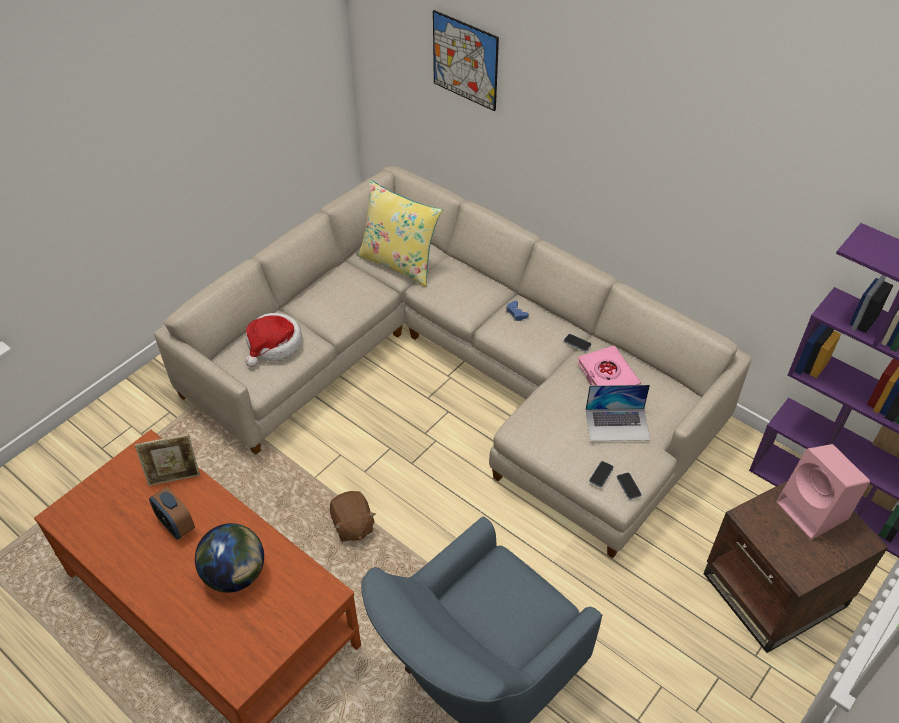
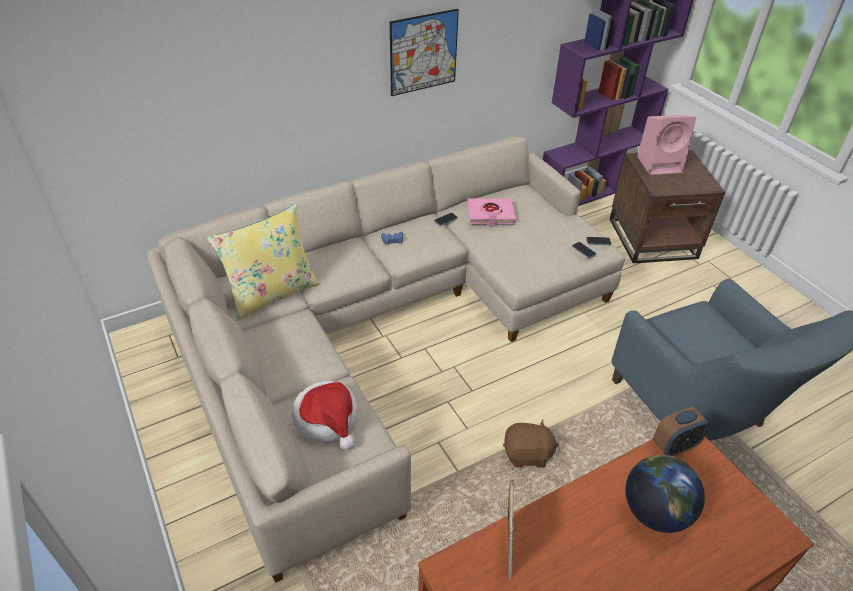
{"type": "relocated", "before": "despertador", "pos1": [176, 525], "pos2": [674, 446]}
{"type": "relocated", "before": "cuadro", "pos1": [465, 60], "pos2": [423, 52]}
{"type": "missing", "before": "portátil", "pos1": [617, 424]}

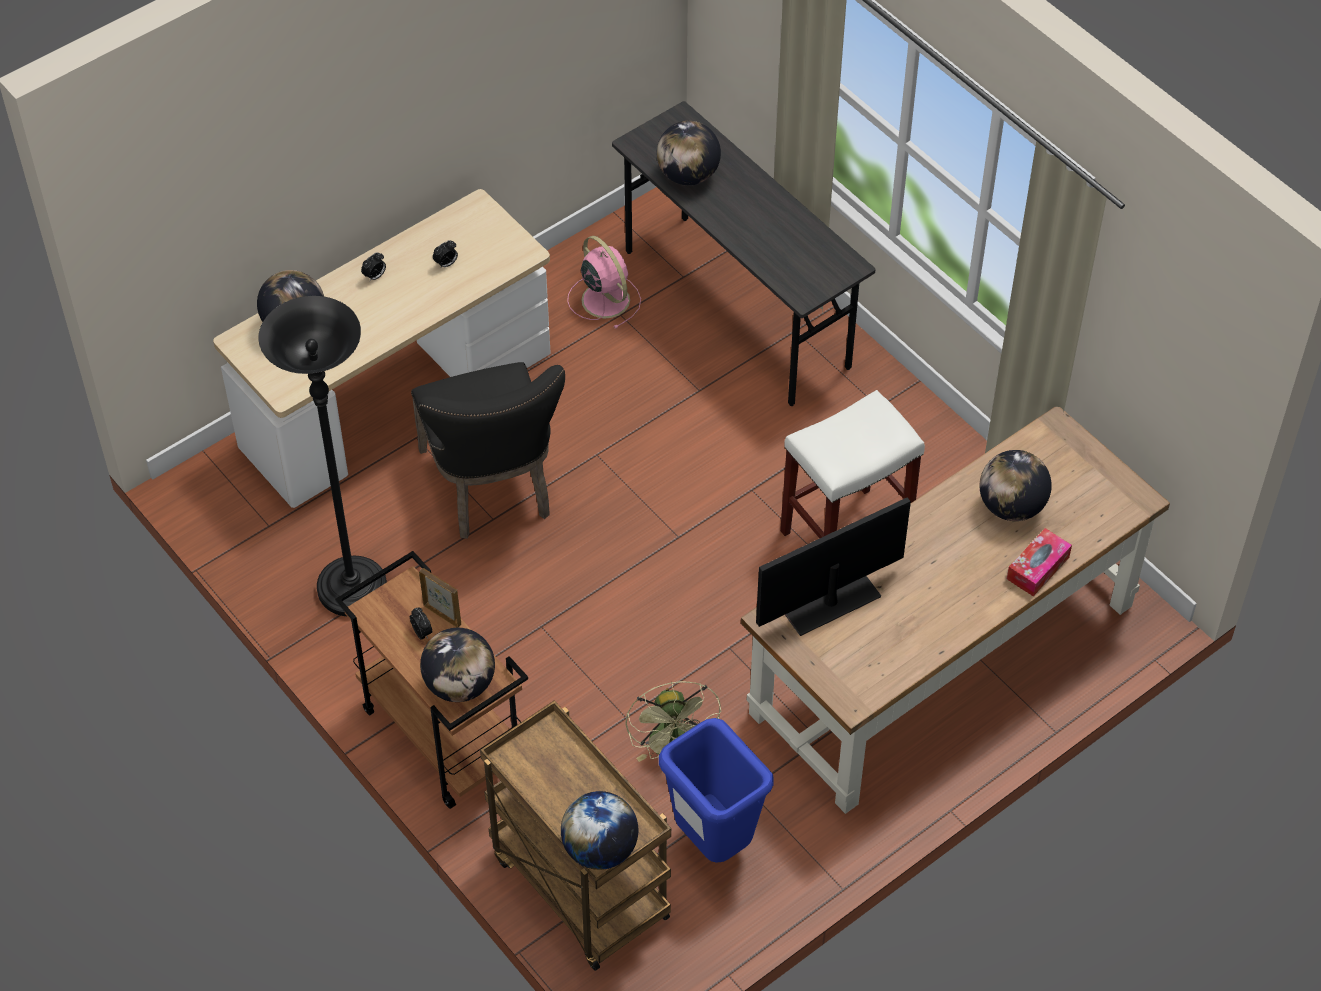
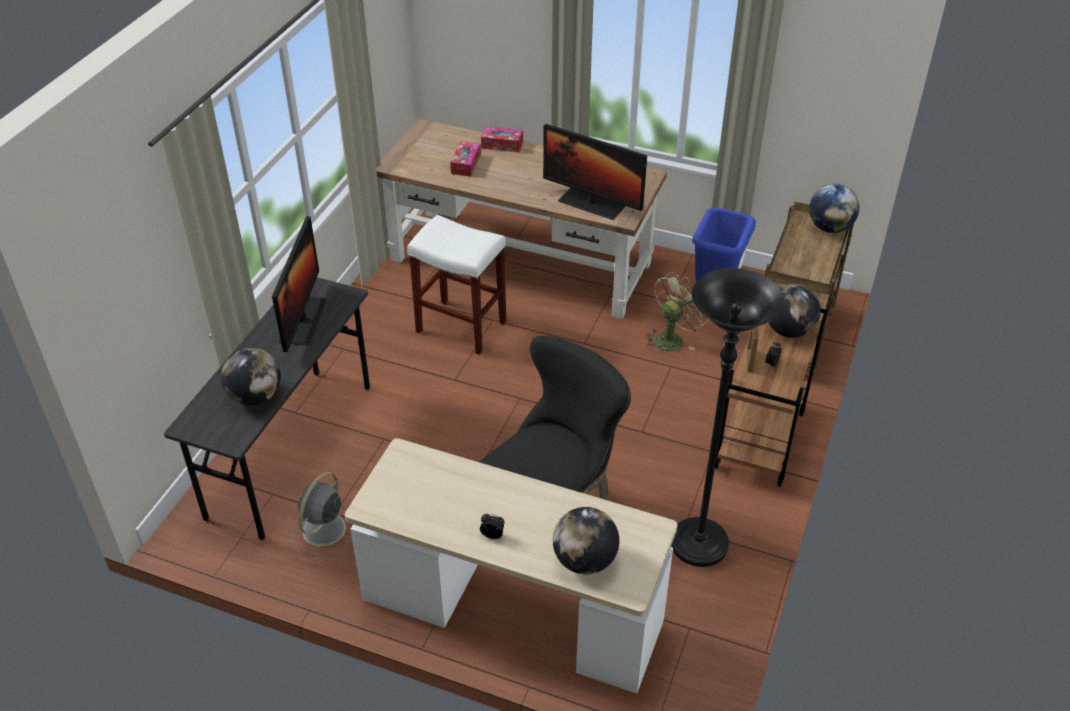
{"type": "missing", "before": "despertador", "pos1": [446, 264]}
{"type": "colour", "before": "ventilador/rosa", "after": "ventilador/gris", "pos1": [604, 298], "pos2": [323, 531]}
{"type": "exchanged", "before": "globo terráqueo", "after": "caja de pañuelos", "pos1": [1011, 506], "pos2": [466, 164]}
{"type": "appeared", "after": "monitor", "pos2": [303, 320]}

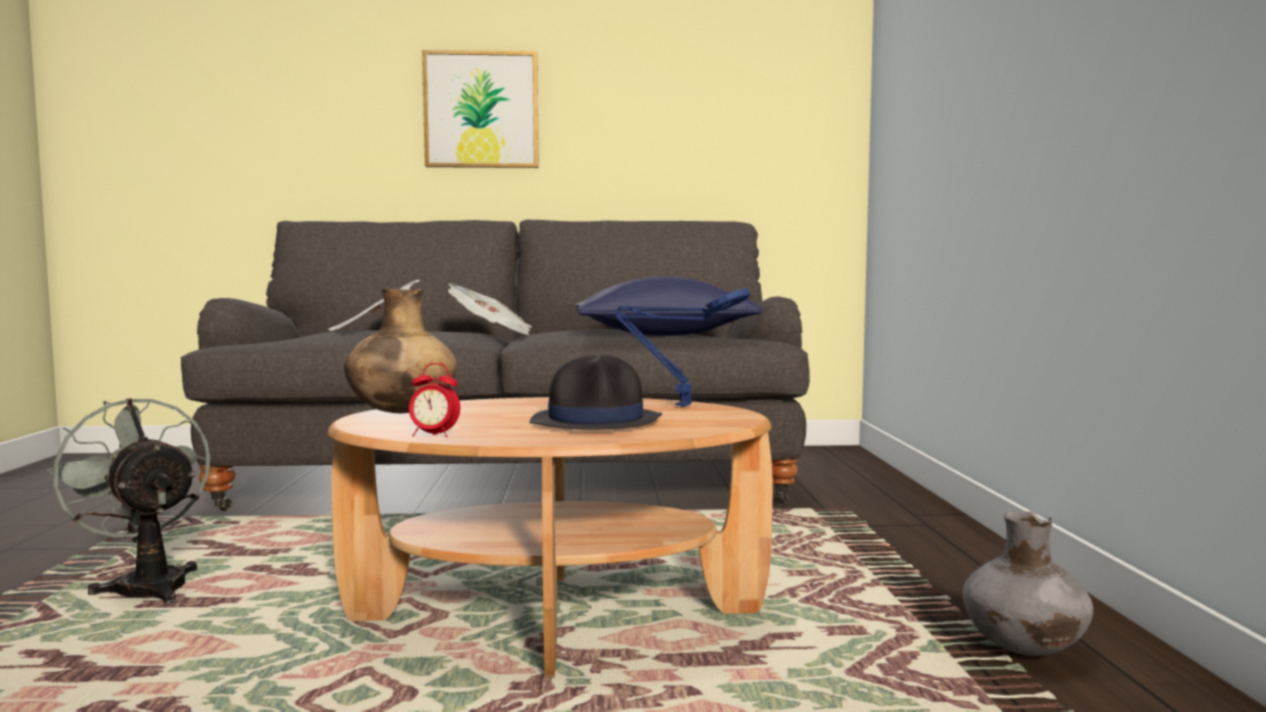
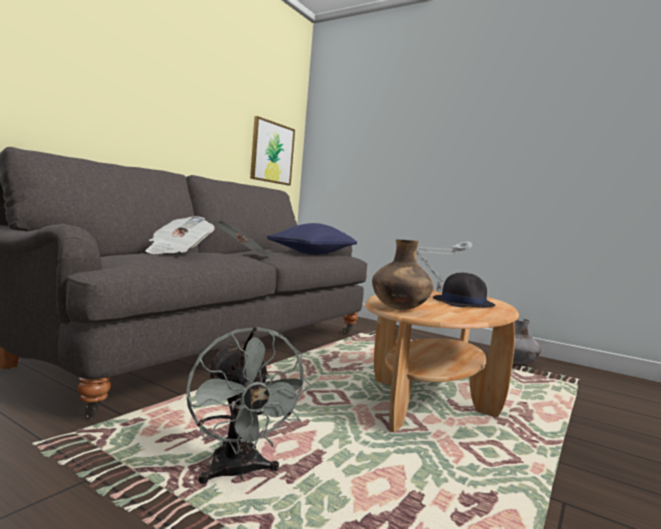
{"type": "spun", "before": "ventilador/gris", "pos1": [147, 585], "pos2": [238, 473], "turn": -105}
{"type": "missing", "before": "despertador", "pos1": [434, 435]}
{"type": "relocated", "before": "cuadro", "pos1": [481, 110], "pos2": [272, 152]}
{"type": "colour", "before": "lámpara de mesa/azul", "after": "lámpara de mesa/gris", "pos1": [678, 406], "pos2": [438, 292]}

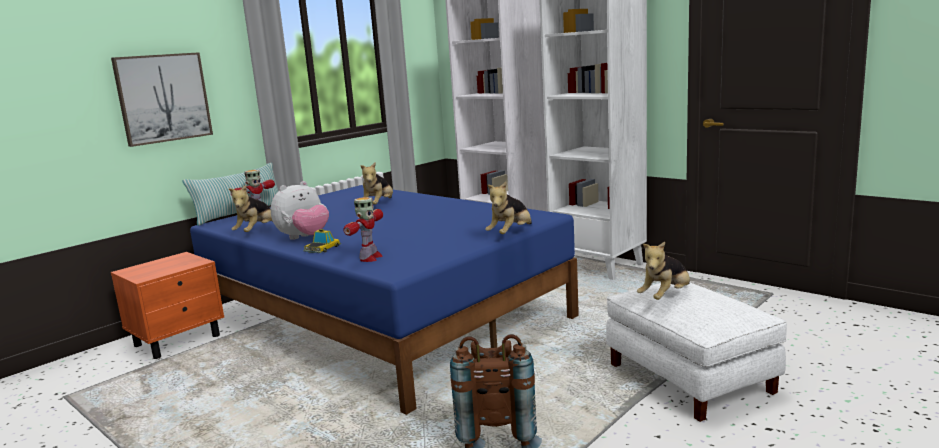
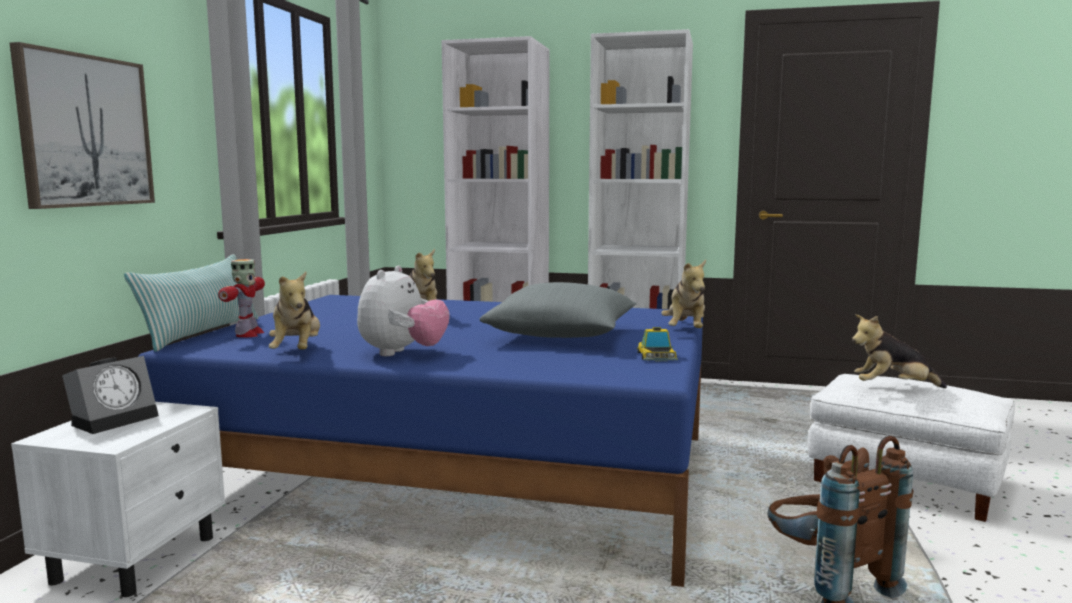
{"type": "colour", "before": "mesita de noche/naranja", "after": "mesita de noche/blanco", "pos1": [178, 340], "pos2": [137, 557]}
{"type": "relocated", "before": "coche de juguete", "pos1": [322, 248], "pos2": [656, 356]}
{"type": "missing", "before": "robot de juguete", "pos1": [370, 258]}
{"type": "spun", "before": "peluche", "pos1": [665, 297], "pos2": [893, 388], "turn": 75}
{"type": "appeared", "after": "despertador", "pos2": [116, 419]}
{"type": "appeared", "after": "cojín/gris", "pos2": [562, 335]}

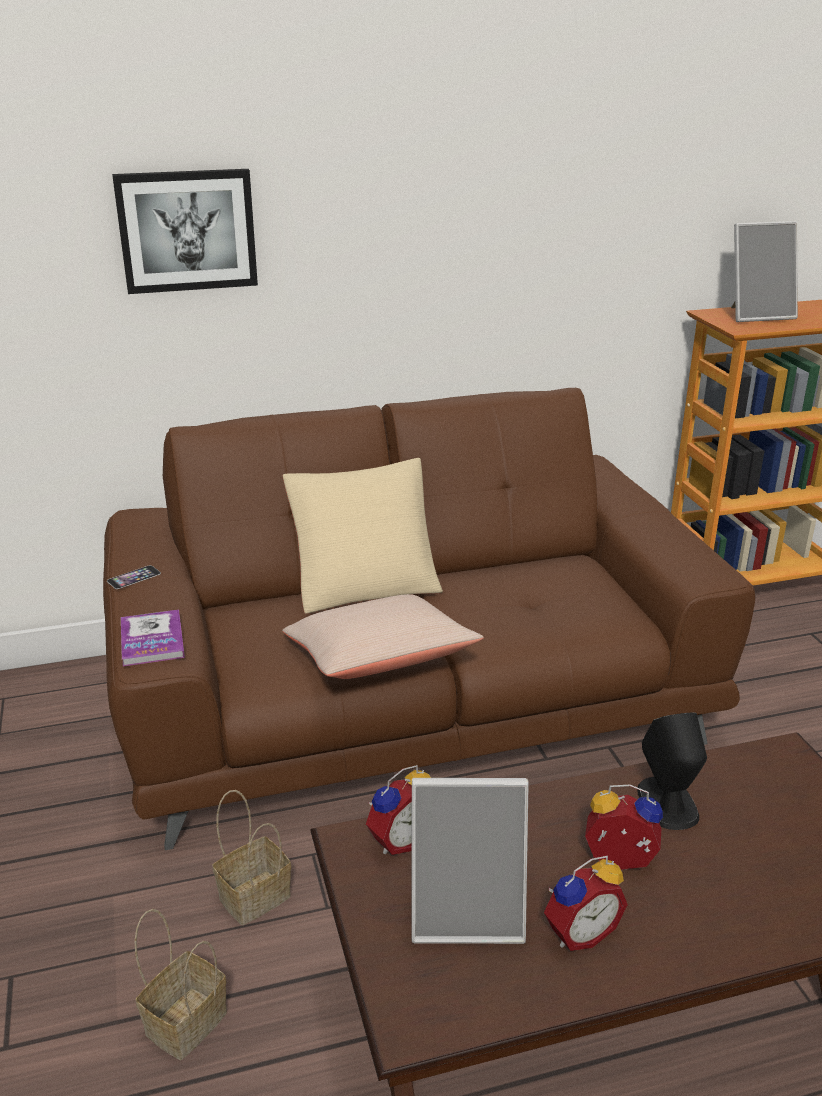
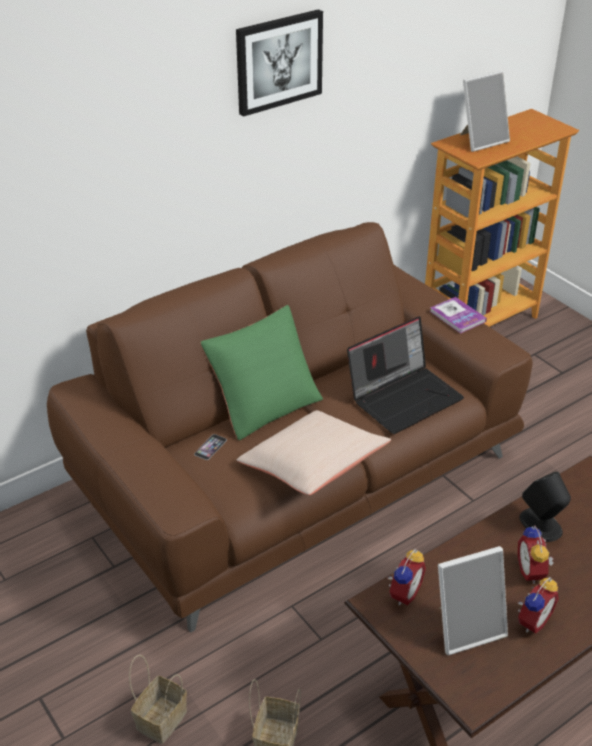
{"type": "relocated", "before": "móvil", "pos1": [134, 577], "pos2": [210, 447]}
{"type": "relocated", "before": "cuadro", "pos1": [187, 230], "pos2": [278, 61]}
{"type": "relocated", "before": "libro", "pos1": [152, 640], "pos2": [457, 316]}
{"type": "relocated", "before": "cesta", "pos1": [256, 895], "pos2": [161, 718]}
{"type": "colour", "before": "cojín/beis", "after": "cojín/verde", "pos1": [364, 583], "pos2": [264, 404]}
{"type": "spun", "before": "despertador", "pos1": [619, 863], "pos2": [532, 571], "turn": -90}
{"type": "appeared", "after": "portátil", "pos2": [404, 396]}

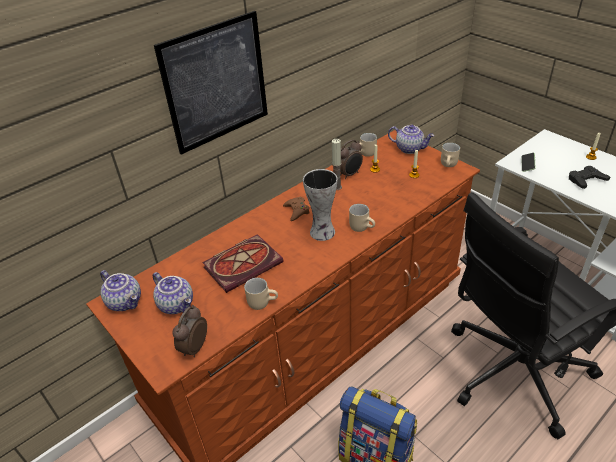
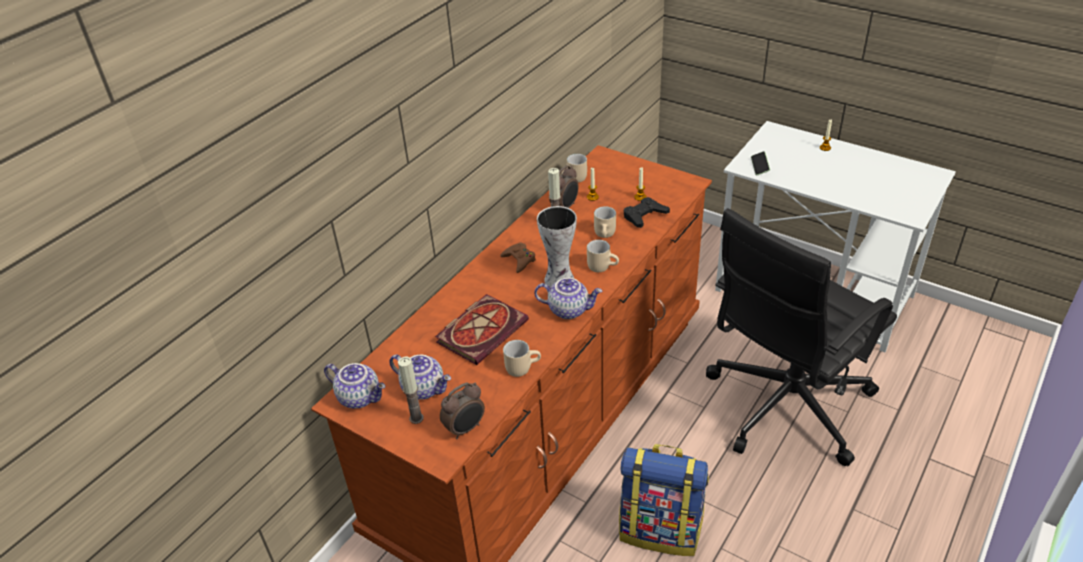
{"type": "missing", "before": "cuadro", "pos1": [216, 83]}
{"type": "spun", "before": "despertador", "pos1": [194, 347], "pos2": [465, 429], "turn": -135}
{"type": "relocated", "before": "tetera", "pos1": [410, 148], "pos2": [569, 309]}
{"type": "relocated", "before": "taza grande/beis", "pos1": [449, 165], "pos2": [606, 234]}
{"type": "relocated", "before": "mando de consola/negro", "pos1": [586, 180], "pos2": [644, 216]}
{"type": "appeared", "after": "vela", "pos2": [416, 418]}

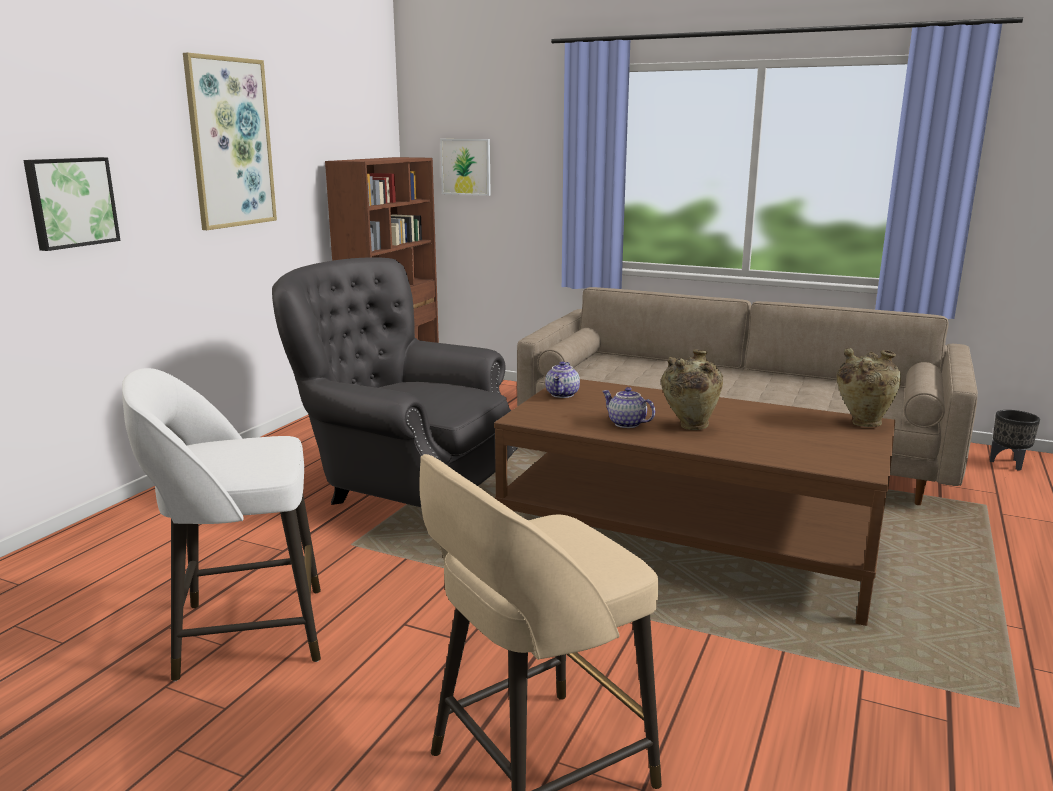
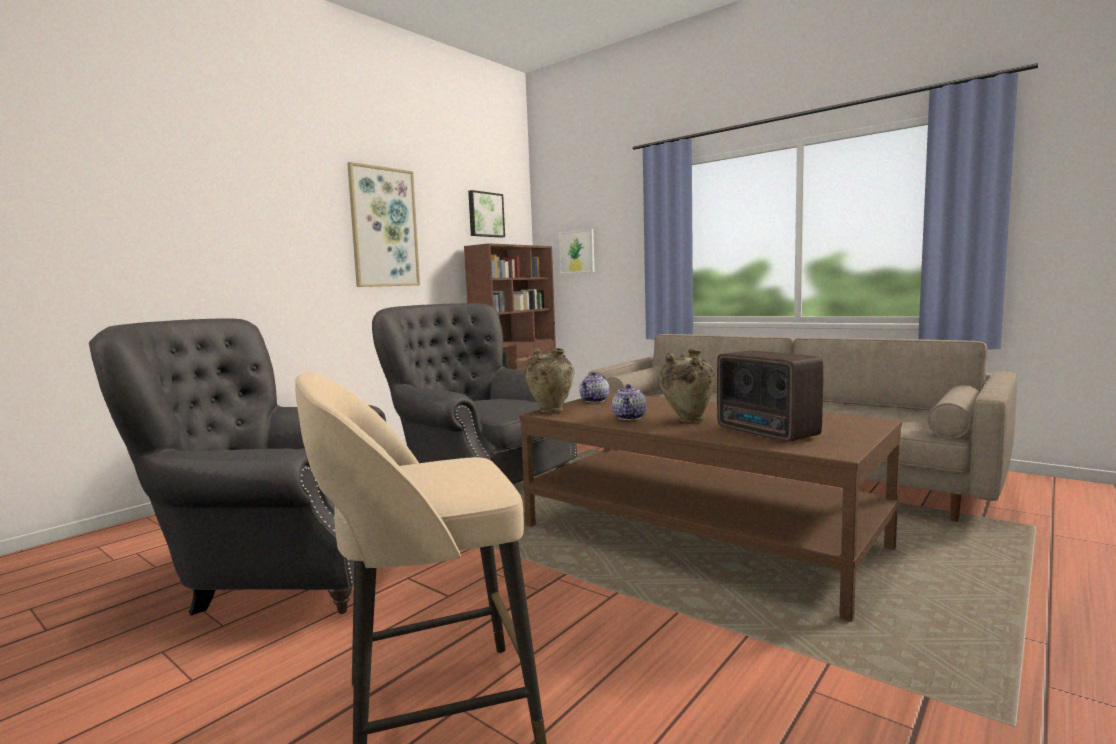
{"type": "relocated", "before": "cuadro", "pos1": [71, 202], "pos2": [485, 214]}
{"type": "exchanged", "before": "taburete/blanco", "after": "sillón/gris", "pos1": [245, 632], "pos2": [283, 572]}
{"type": "spun", "before": "tetera", "pos1": [626, 424], "pos2": [630, 417], "turn": -135}
{"type": "relocated", "before": "florero/beis", "pos1": [862, 423], "pos2": [551, 411]}
{"type": "missing", "before": "maceta/negro", "pos1": [1008, 463]}
{"type": "appeared", "after": "radio", "pos2": [767, 433]}

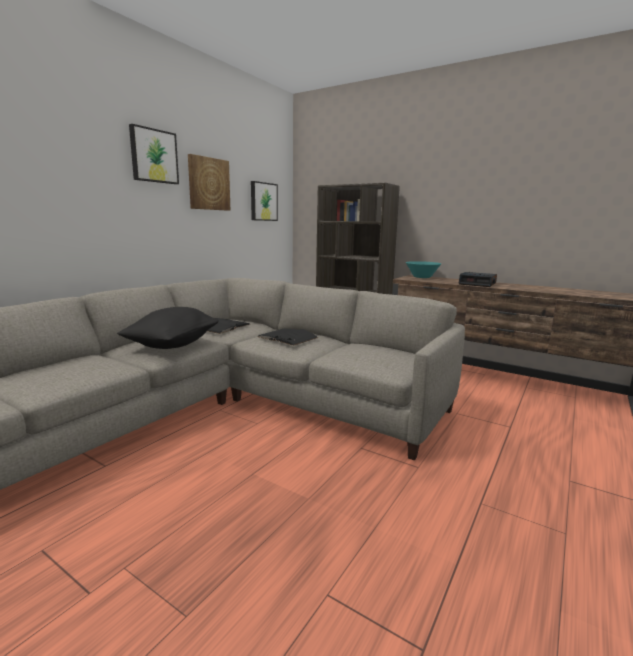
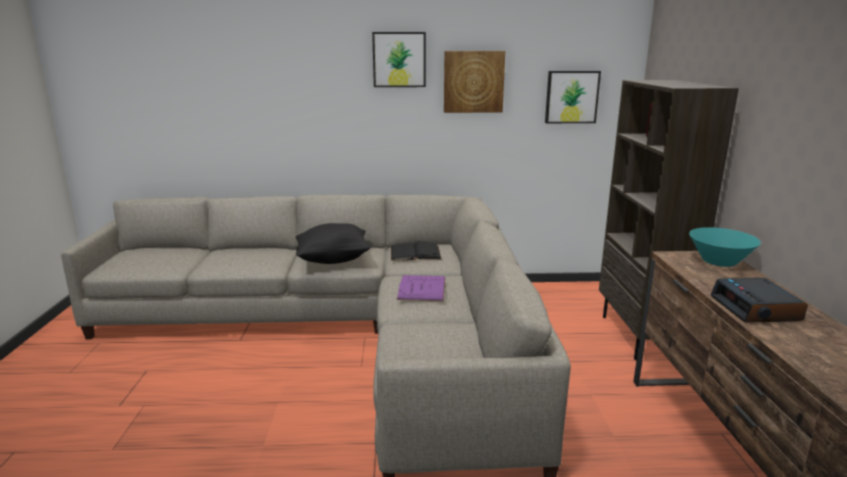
{"type": "colour", "before": "libro/negro", "after": "libro/morado", "pos1": [287, 337], "pos2": [422, 288]}

